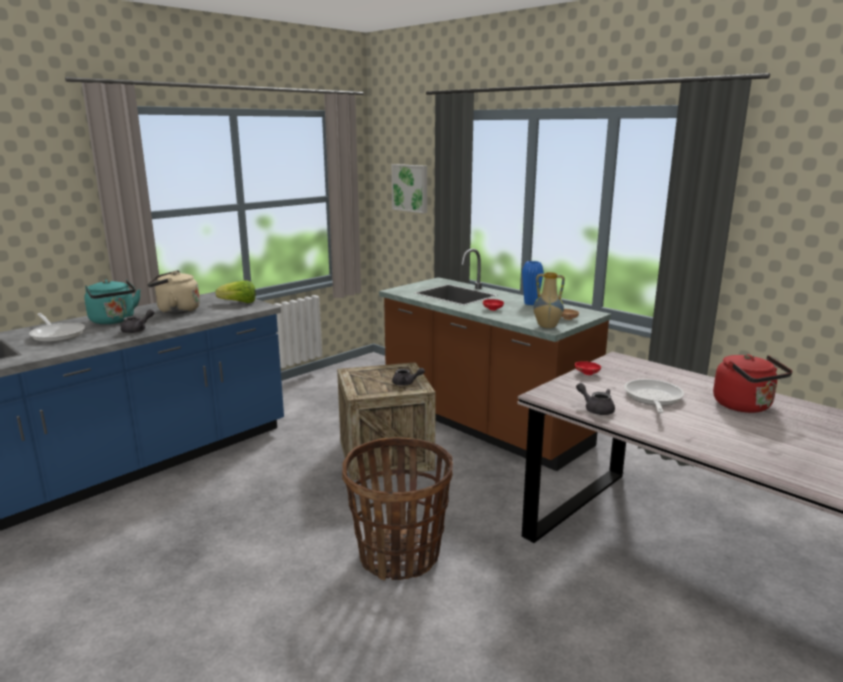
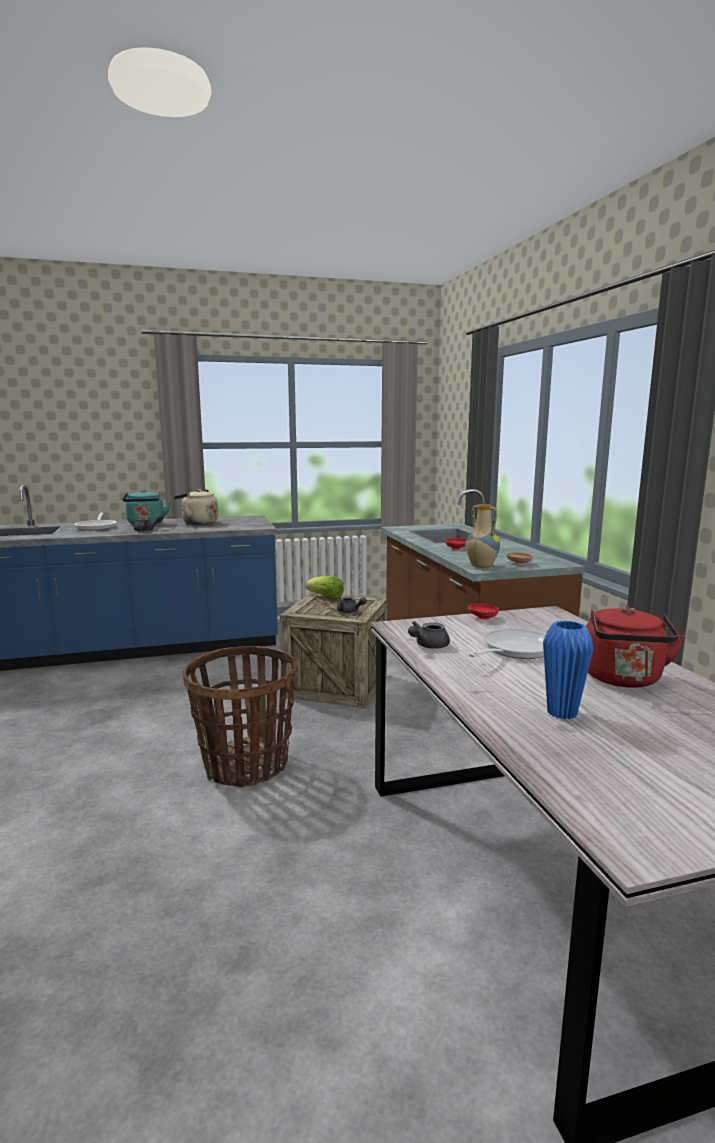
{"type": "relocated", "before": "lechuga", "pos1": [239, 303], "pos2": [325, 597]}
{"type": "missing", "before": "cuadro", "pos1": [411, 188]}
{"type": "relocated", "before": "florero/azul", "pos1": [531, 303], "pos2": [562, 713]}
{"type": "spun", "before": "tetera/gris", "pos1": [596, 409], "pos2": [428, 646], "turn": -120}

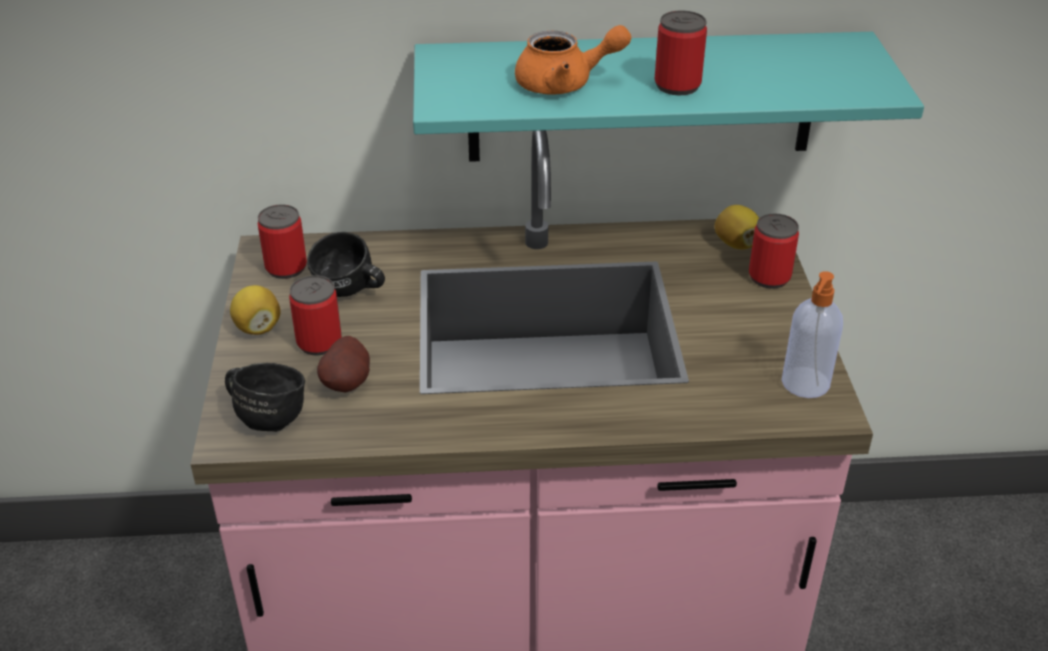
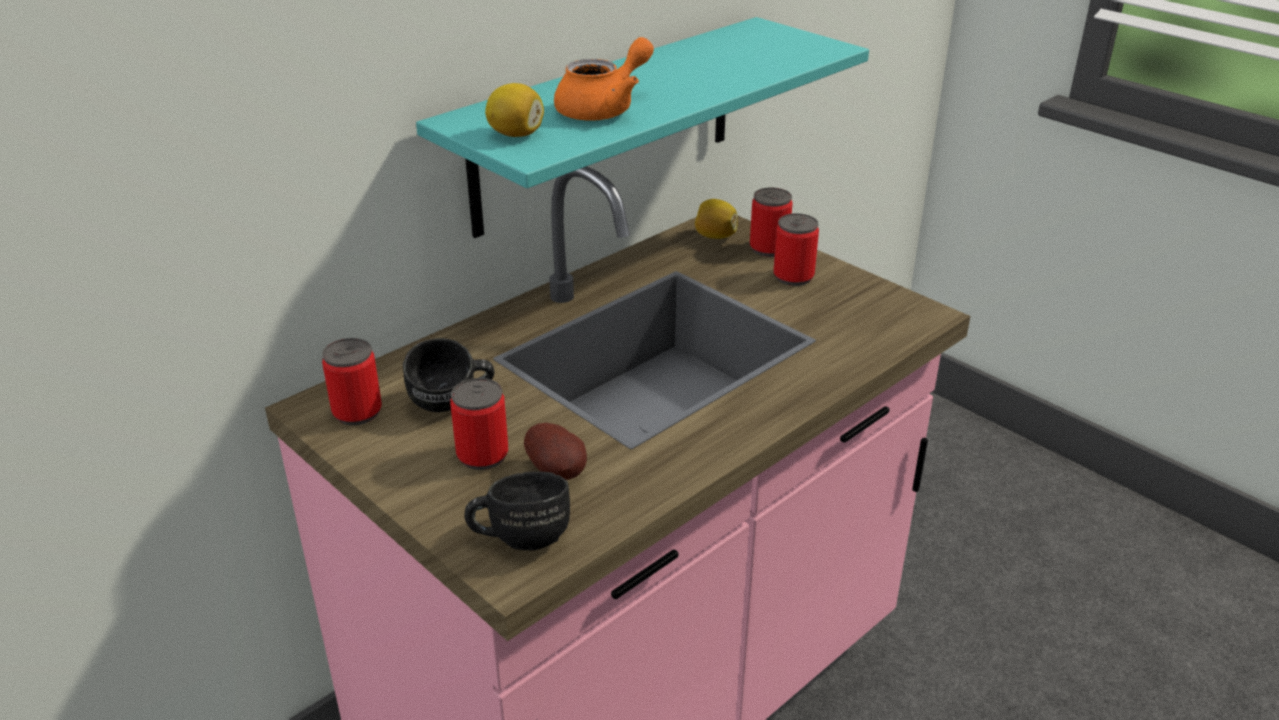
{"type": "relocated", "before": "limón", "pos1": [257, 327], "pos2": [516, 134]}
{"type": "relocated", "before": "lata", "pos1": [677, 85], "pos2": [793, 277]}
{"type": "missing", "before": "dispensador de jabón", "pos1": [804, 384]}

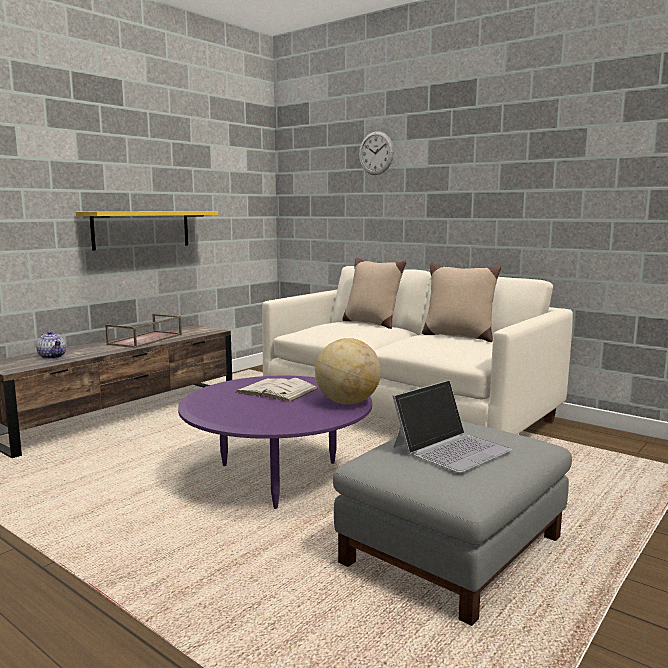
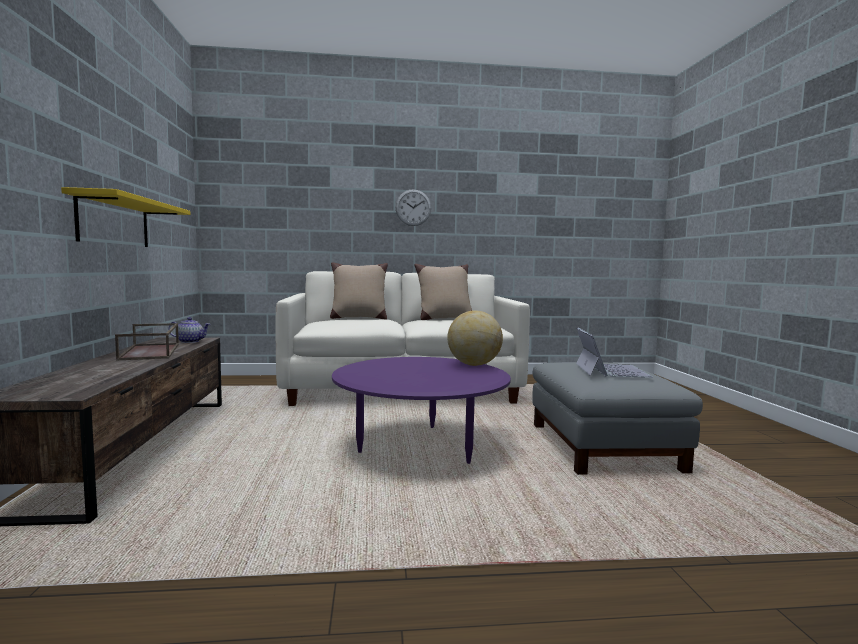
{"type": "relocated", "before": "tetera", "pos1": [52, 356], "pos2": [190, 341]}
{"type": "missing", "before": "libro/blanco", "pos1": [277, 390]}
{"type": "relocated", "before": "reloj de pared", "pos1": [376, 153], "pos2": [413, 207]}

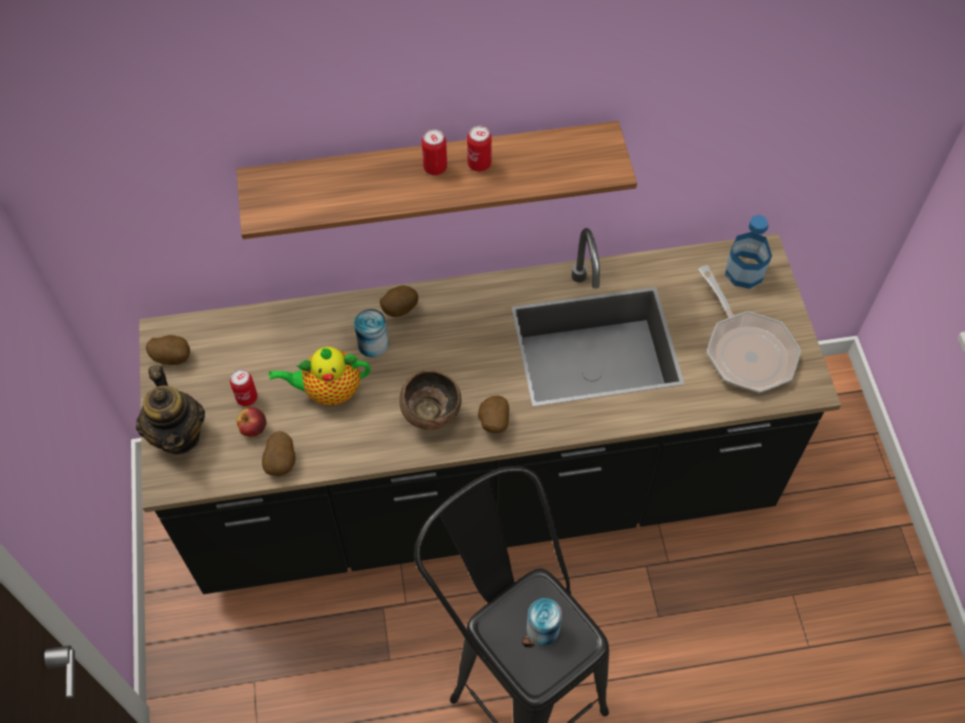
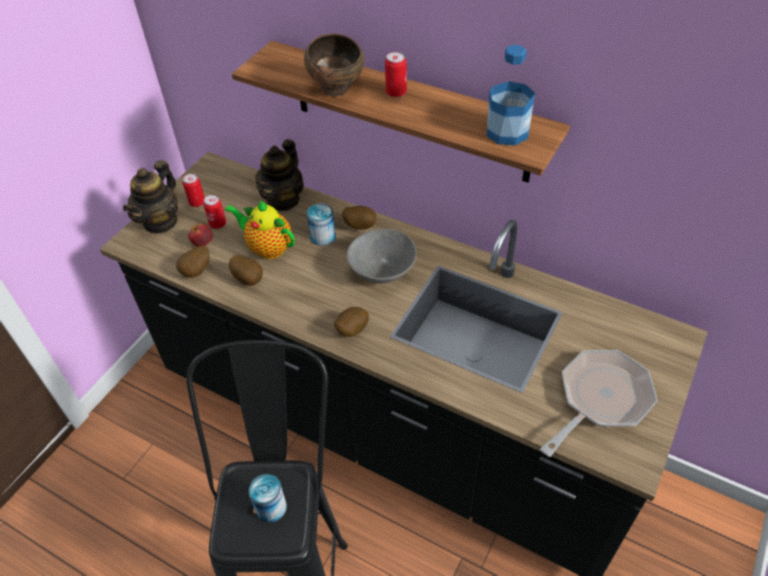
{"type": "relocated", "before": "patata", "pos1": [173, 357], "pos2": [249, 279]}
{"type": "relocated", "before": "cuenco/marrón", "pos1": [431, 416], "pos2": [337, 90]}
{"type": "relocated", "before": "lata", "pos1": [479, 164], "pos2": [197, 202]}
{"type": "spun", "before": "sartén", "pos1": [746, 350], "pos2": [600, 400], "turn": -150}
{"type": "relocated", "before": "botella", "pos1": [744, 272], "pos2": [507, 132]}
{"type": "appeared", "after": "tetera", "pos2": [283, 199]}
{"type": "appeared", "after": "cuenco/gris", "pos2": [383, 272]}

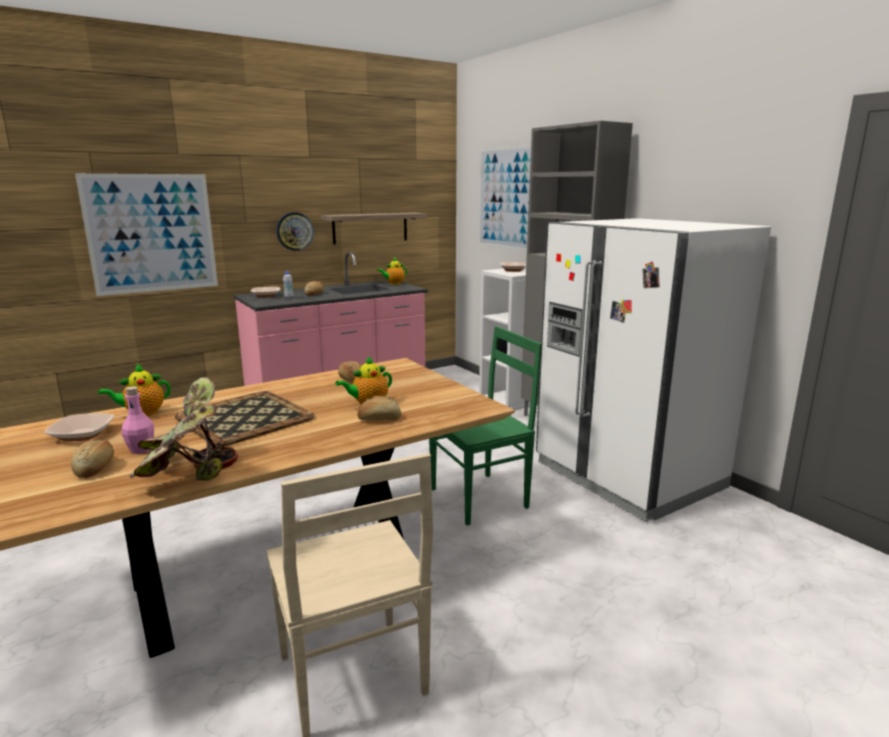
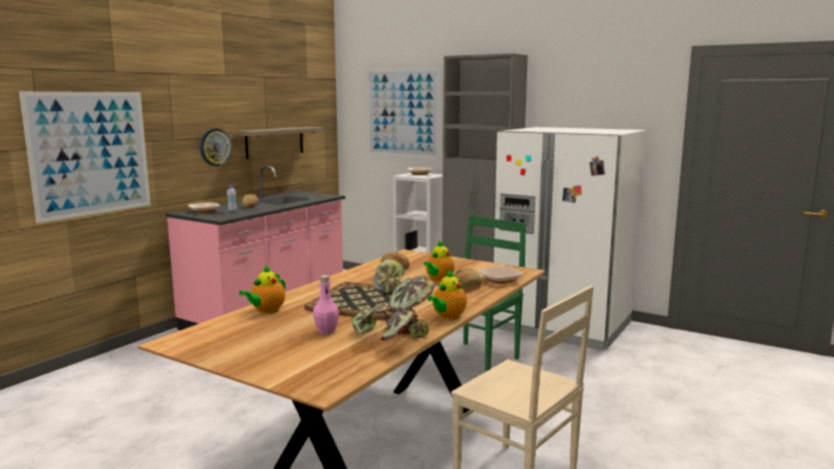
{"type": "relocated", "before": "cuenco", "pos1": [82, 435], "pos2": [500, 280]}
{"type": "missing", "before": "pan", "pos1": [96, 468]}
{"type": "relocated", "before": "tetera", "pos1": [394, 283], "pos2": [447, 317]}

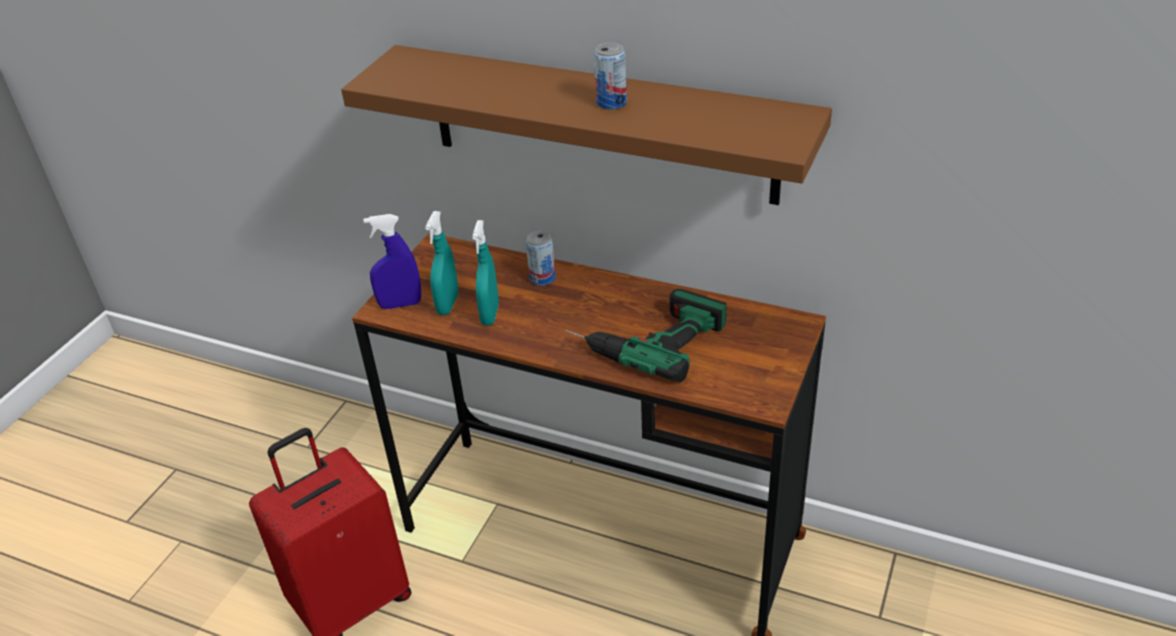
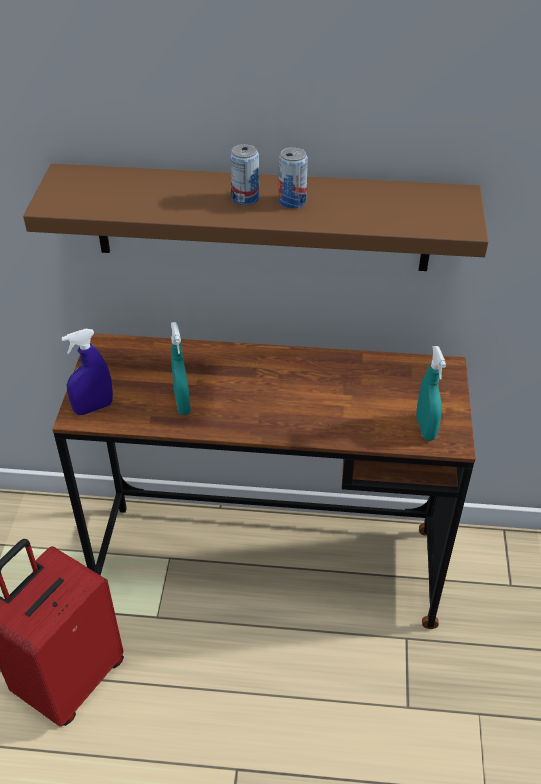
{"type": "relocated", "before": "pulverizador/turquesa", "pos1": [448, 304], "pos2": [425, 428]}
{"type": "relocated", "before": "lata", "pos1": [542, 278], "pos2": [245, 198]}
{"type": "missing", "before": "taladro", "pos1": [644, 336]}

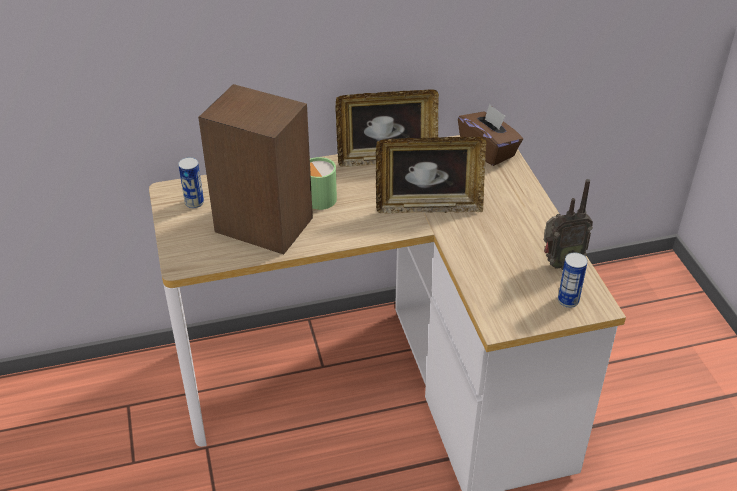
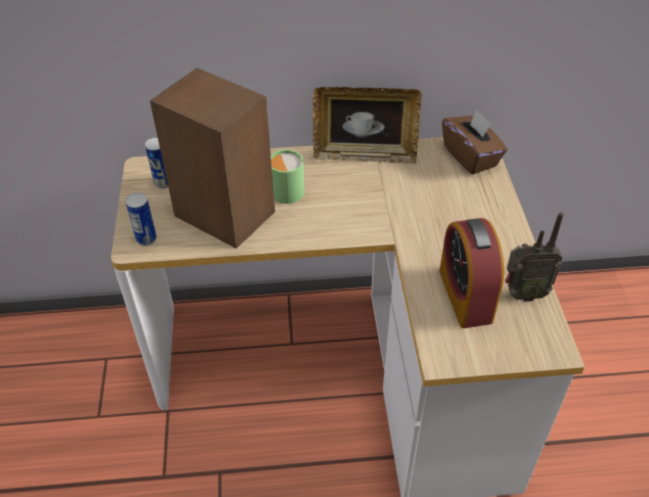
{"type": "missing", "before": "portarretratos", "pos1": [428, 206]}
{"type": "relocated", "before": "lata", "pos1": [568, 300], "pos2": [146, 239]}
{"type": "appeared", "after": "despertador", "pos2": [465, 296]}

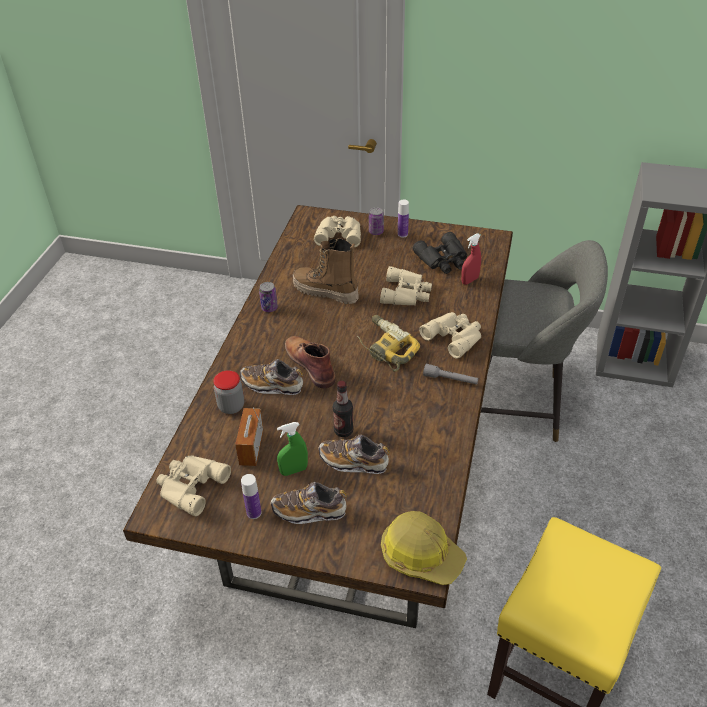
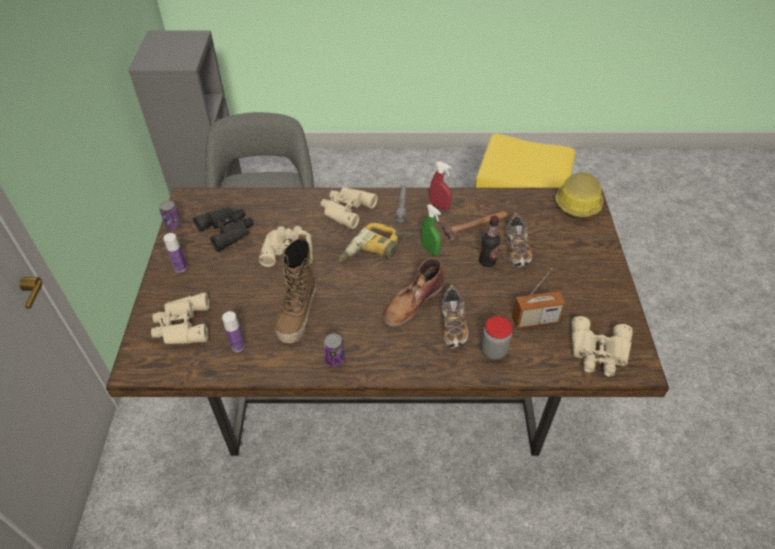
{"type": "relocated", "before": "botella", "pos1": [254, 513], "pos2": [237, 346]}
{"type": "missing", "before": "zapato", "pos1": [309, 511]}
{"type": "relocated", "before": "pulverizador/verde", "pos1": [294, 470], "pos2": [430, 250]}
{"type": "relocated", "before": "lata", "pos1": [376, 232], "pos2": [174, 225]}
{"type": "relocated", "before": "pulverizador/rojo", "pos1": [470, 280], "pos2": [439, 206]}
{"type": "appeared", "after": "martillo", "pos2": [475, 225]}

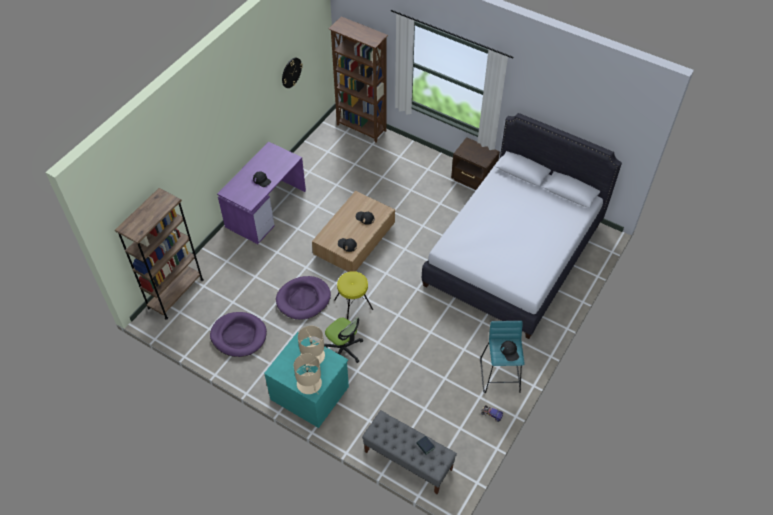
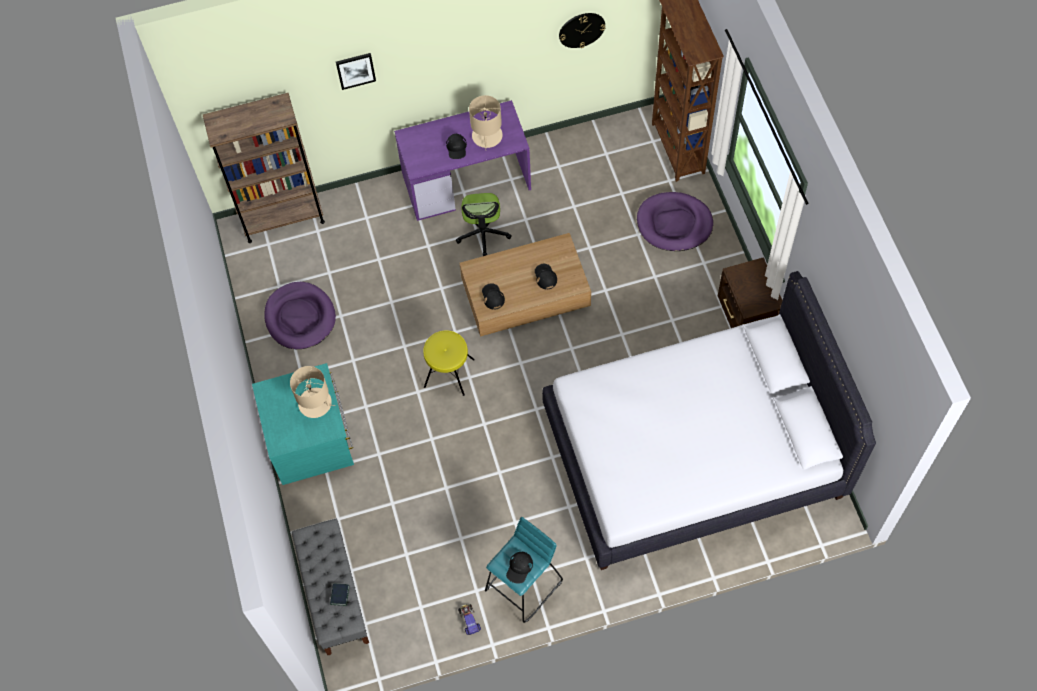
{"type": "relocated", "before": "cama para perro/morado", "pos1": [303, 299], "pos2": [674, 224]}
{"type": "relocated", "before": "lámpara de mesa/beis", "pos1": [309, 384], "pos2": [487, 136]}
{"type": "relocated", "before": "silla de oficina", "pos1": [344, 350], "pos2": [483, 234]}
{"type": "appeared", "after": "cuadro", "pos2": [355, 70]}

